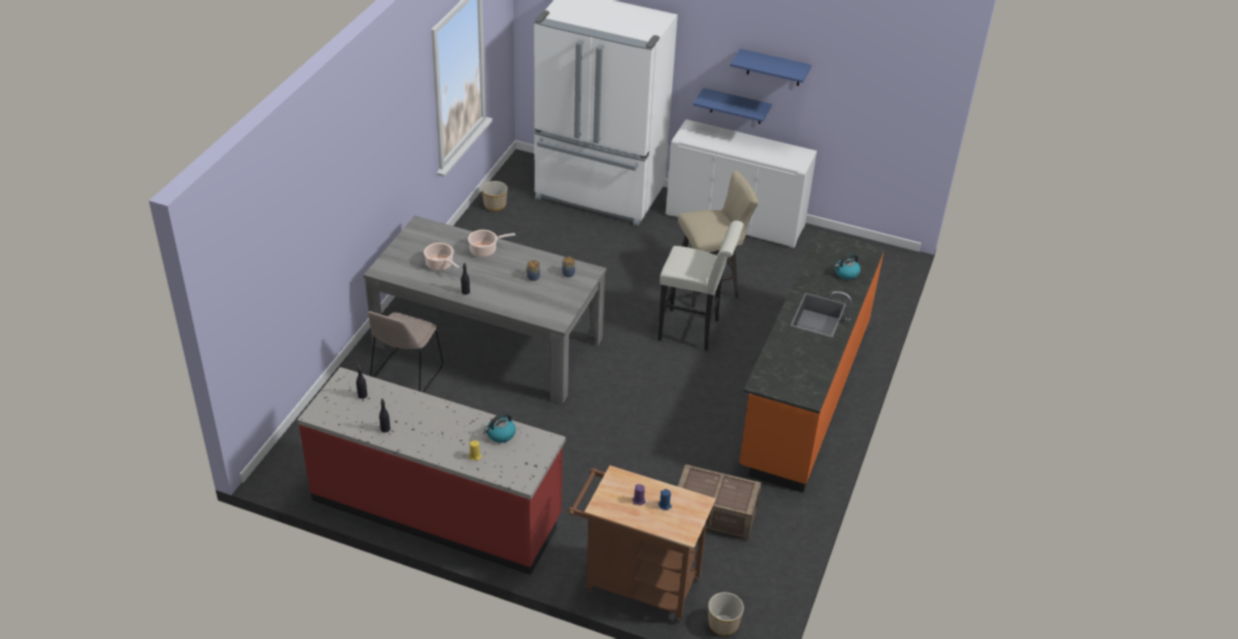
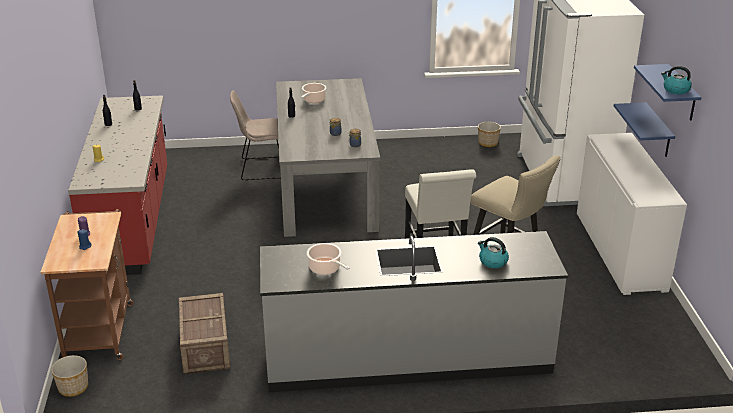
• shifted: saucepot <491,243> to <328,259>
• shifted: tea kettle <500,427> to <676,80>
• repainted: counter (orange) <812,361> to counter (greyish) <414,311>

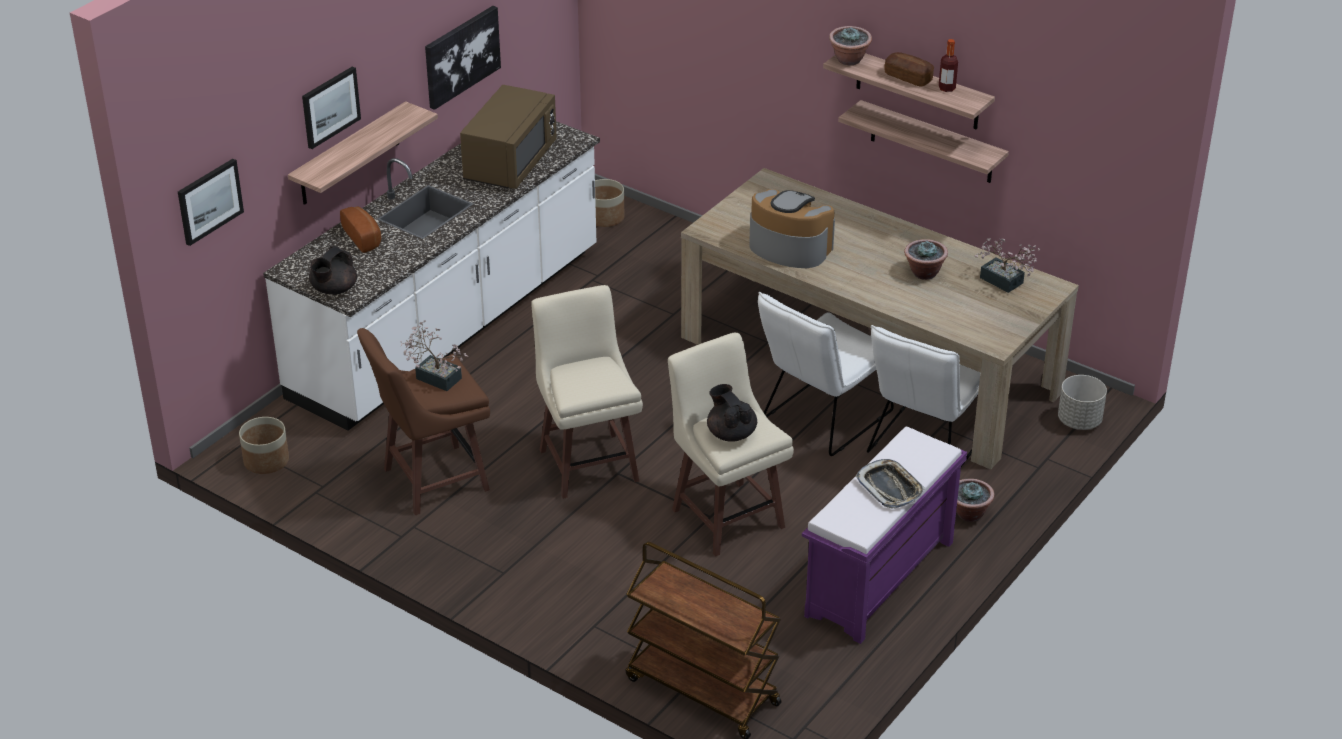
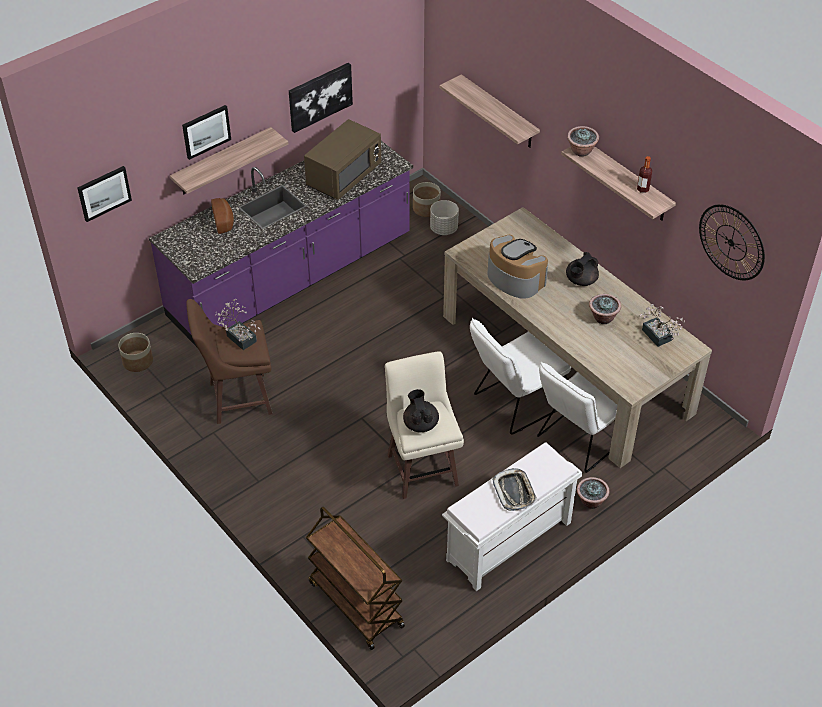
• gone: sitting stool (sand-coloured) <587,392>
• gone: baked bread <909,69>
• new: wall clock <732,242>
• shifted: teapot (black-coloured) <333,270> to <582,269>
• shifted: shelf <923,141> to <490,111>
• shifted: plant pot (greyish) <1082,402> to <444,217>
• repainted: counter (whitish) <431,276> to counter (purple-coloured) <281,244>
• repainted: indoor bench (purple-coloured) <884,535> to indoor bench (whitish) <512,516>

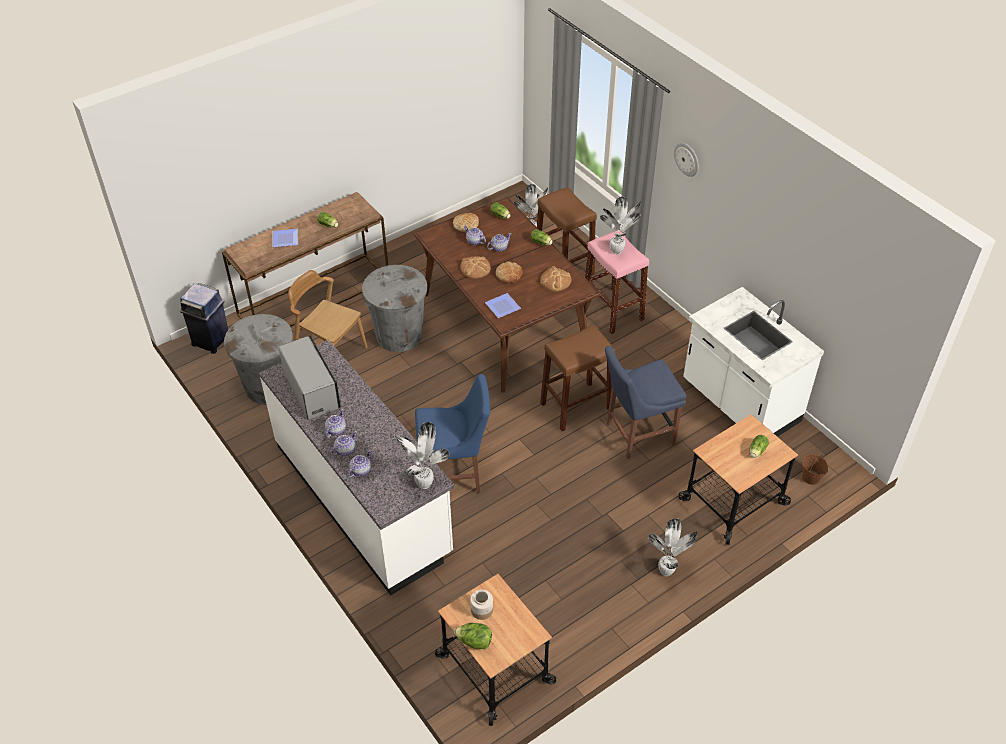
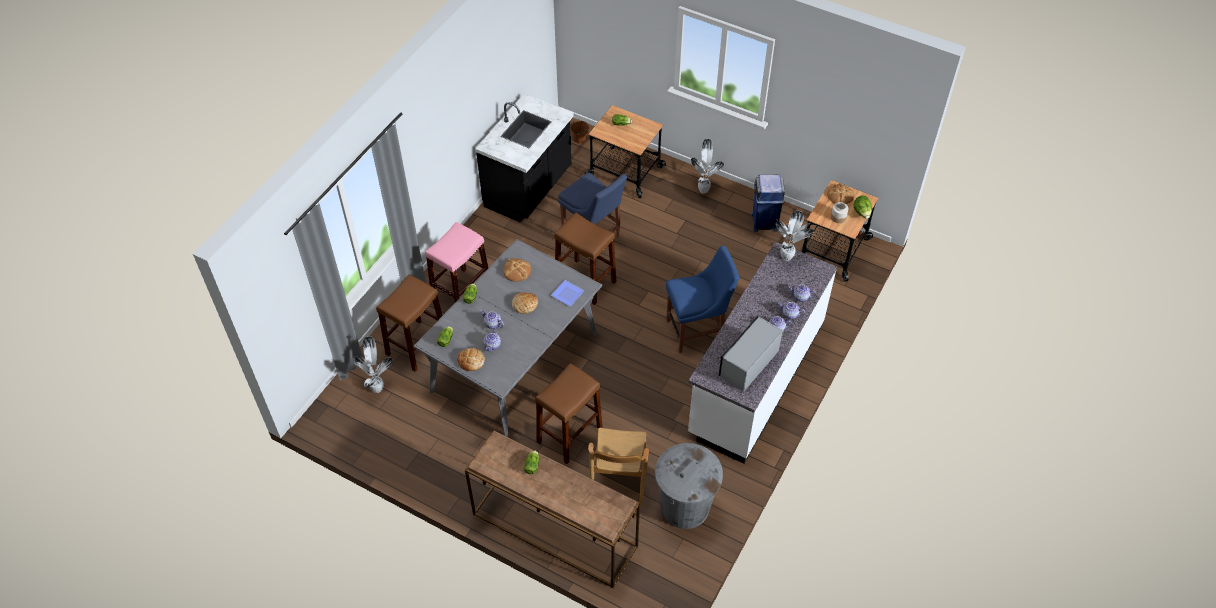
• gone: plate <285,238>
• gone: houseplant <620,225>
• gone: wall clock <686,160>
• shifted: trash can (blue-coloured) <204,318> to <768,203>
• shifted: baked bread <476,267> to <841,193>
• swapped: trash can (greyish) <394,308> to sitting stool (brownish) <568,413>
• repainted: dining table (brownish) <507,295> to dining table (greyish) <508,338>
• repainted: counter (whitish) <753,362> to counter (black-coloured) <524,158>
• rotated: chair (blue-coloured) <452,433> = <702,299> 105 degrees clockwise

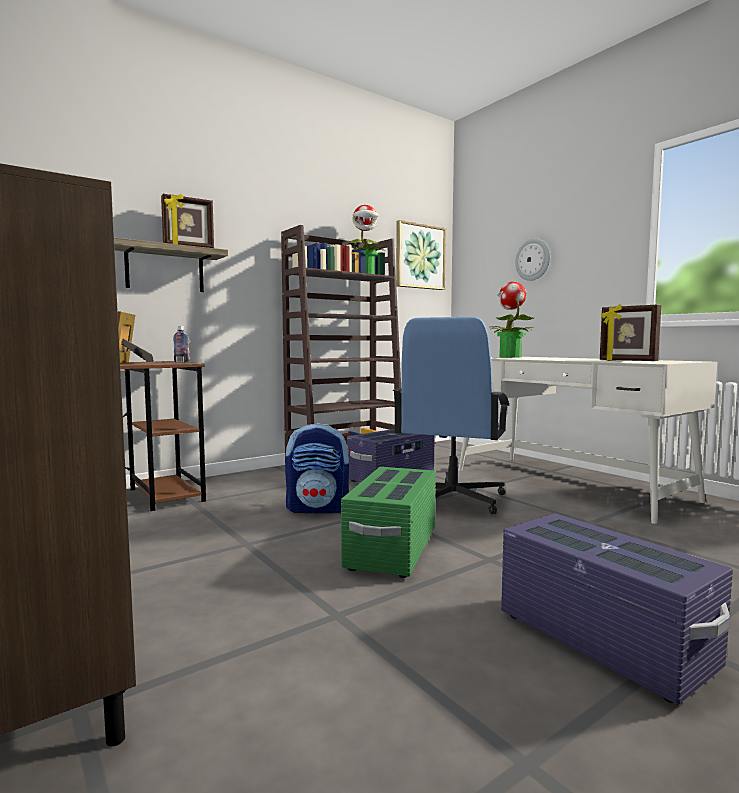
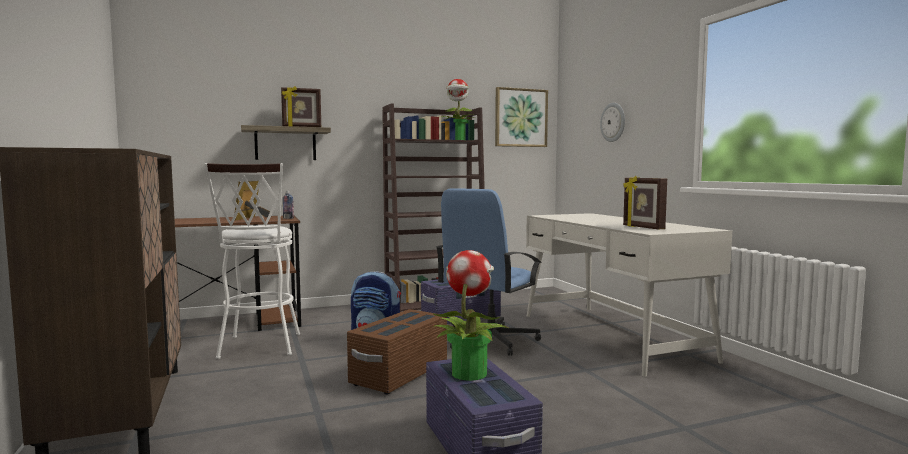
• new: sitting stool (whitish) <252,261>
• shifted: houseplant <512,319> to <470,315>
• repainted: storage box (green-coloured) <388,522> to storage box (brownish) <397,351>

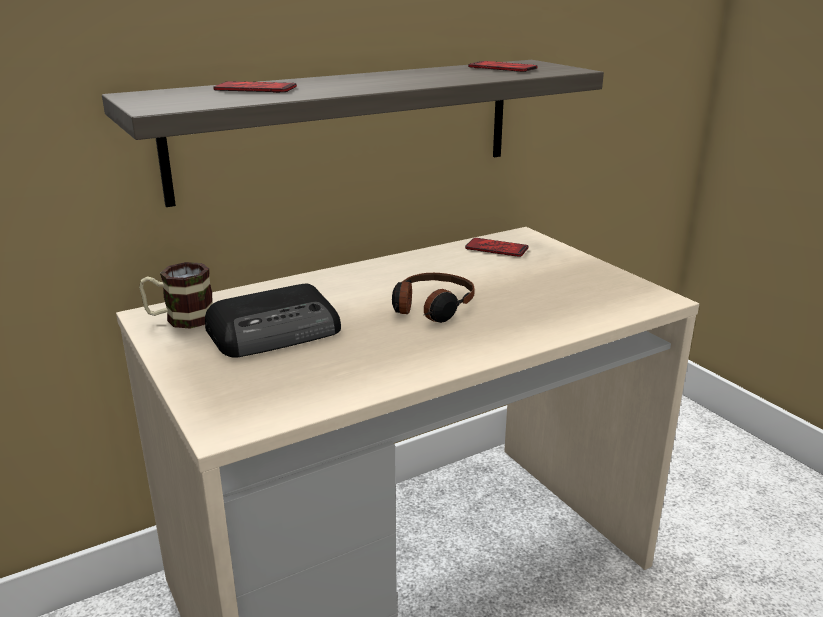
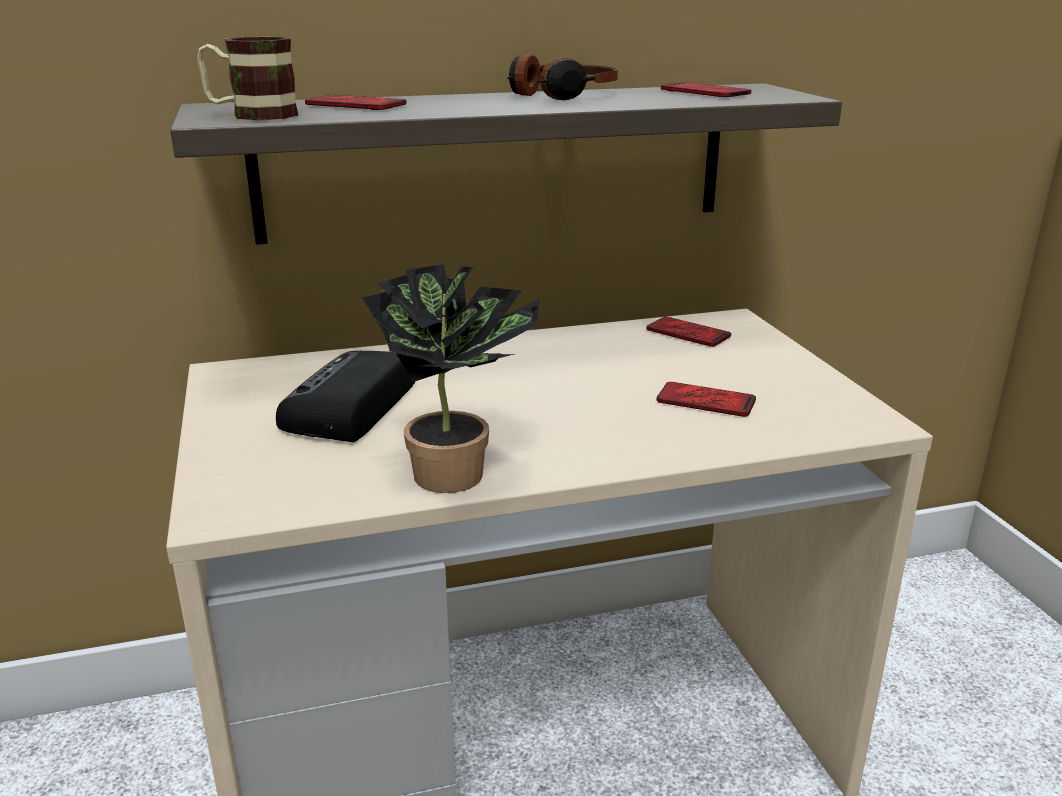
• new: houseplant <451,378>
• new: handset <706,399>
• shifted: tea mug <176,295> to <247,78>
• shifted: pair of headphones <433,298> to <562,77>
• rotated: radio <273,321> = <346,396> 120 degrees clockwise

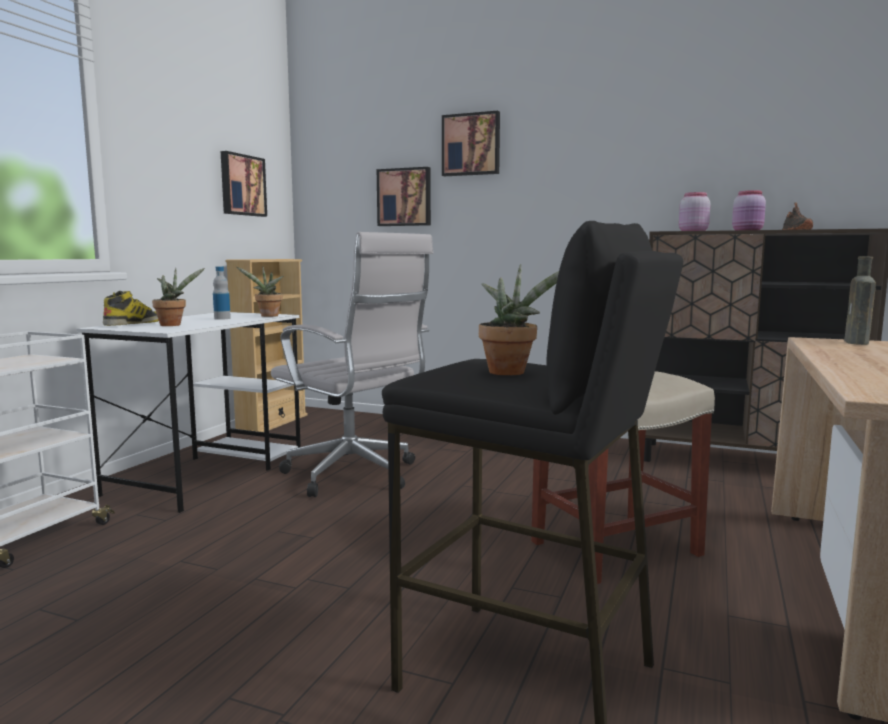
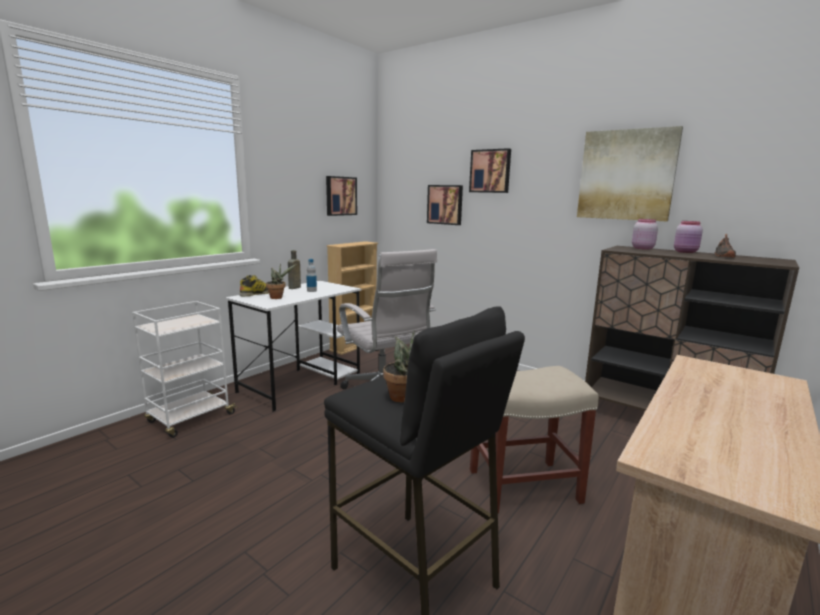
• gone: houseplant <260,292>
• new: picture <630,173>
• shifted: bottle (brownish) <860,300> to <294,269>

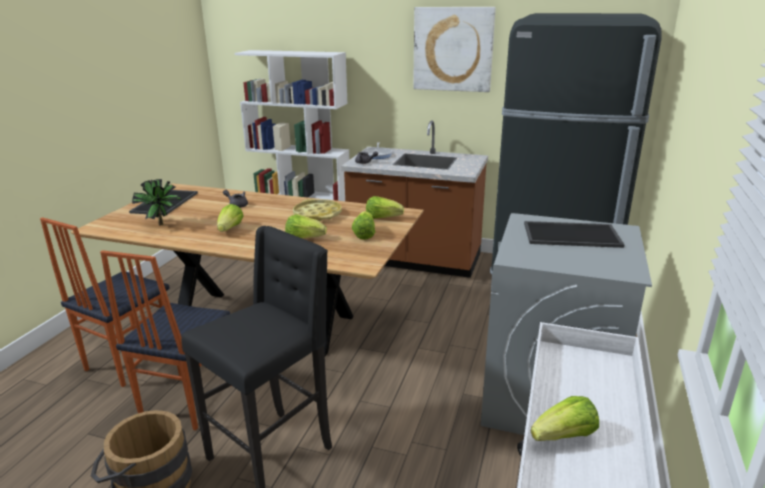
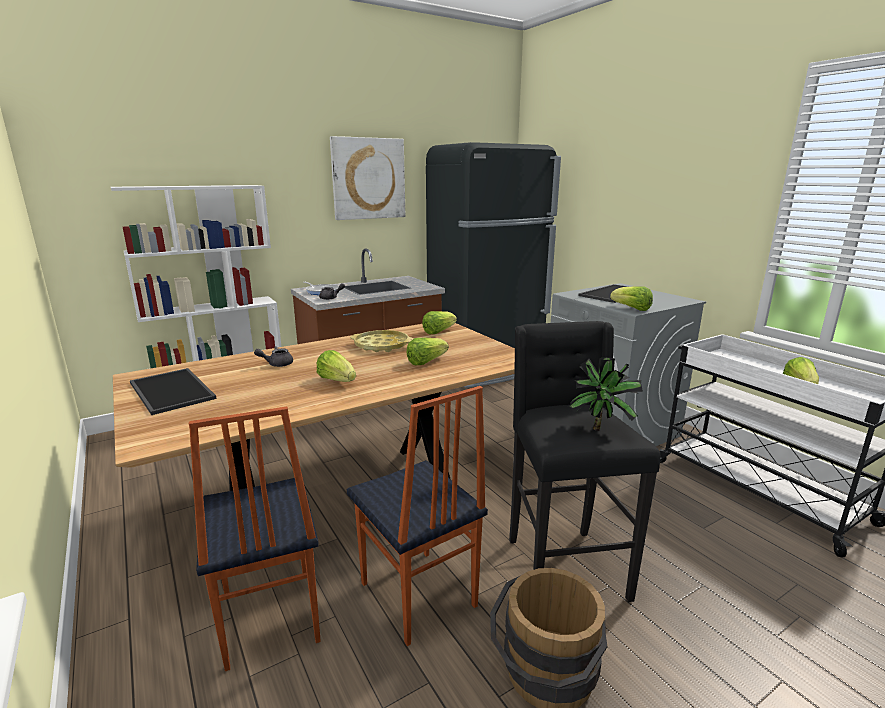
• shifted: houseplant <157,202> to <605,394>
• shifted: lettuce <363,225> to <631,298>

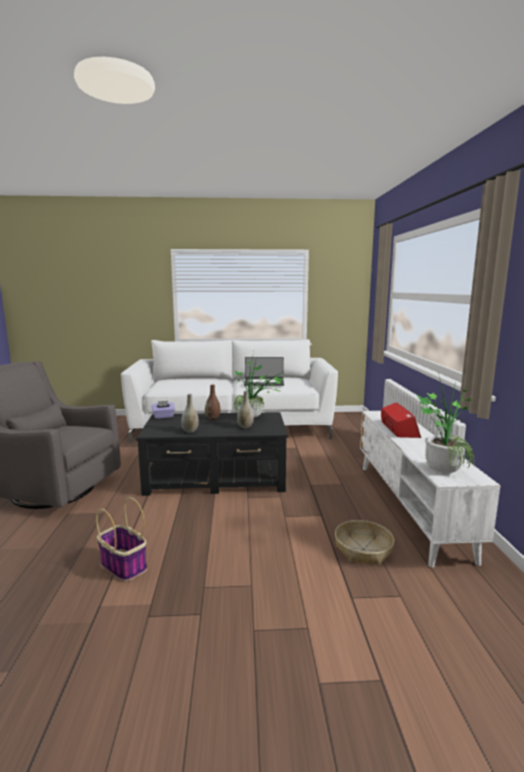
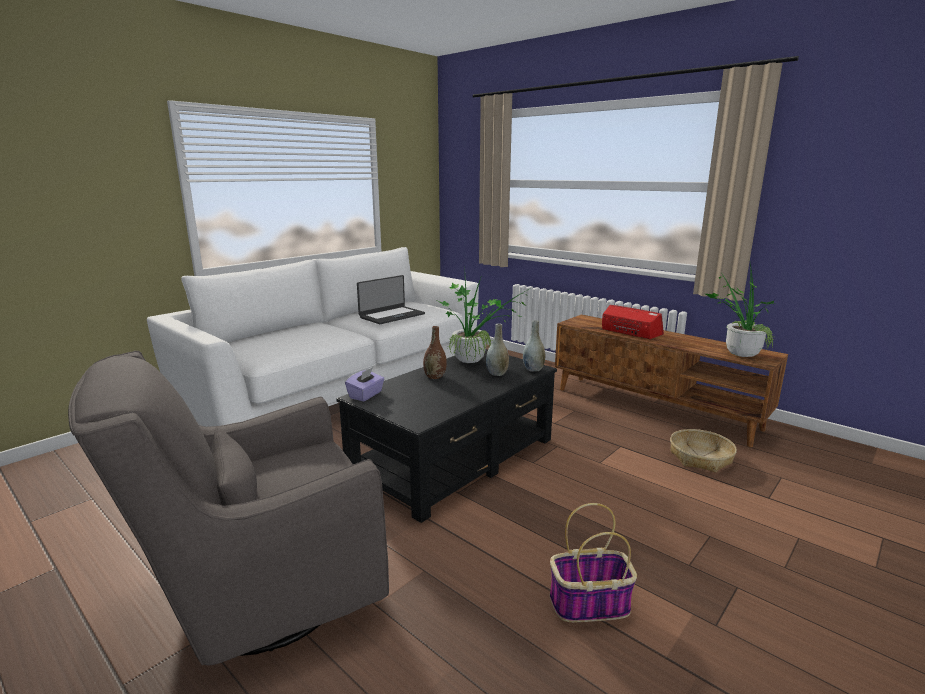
• shifted: vase (greyish) <190,413> to <534,346>
• repainted: tv unit (whitish) <430,489> to tv unit (brownish) <671,381>

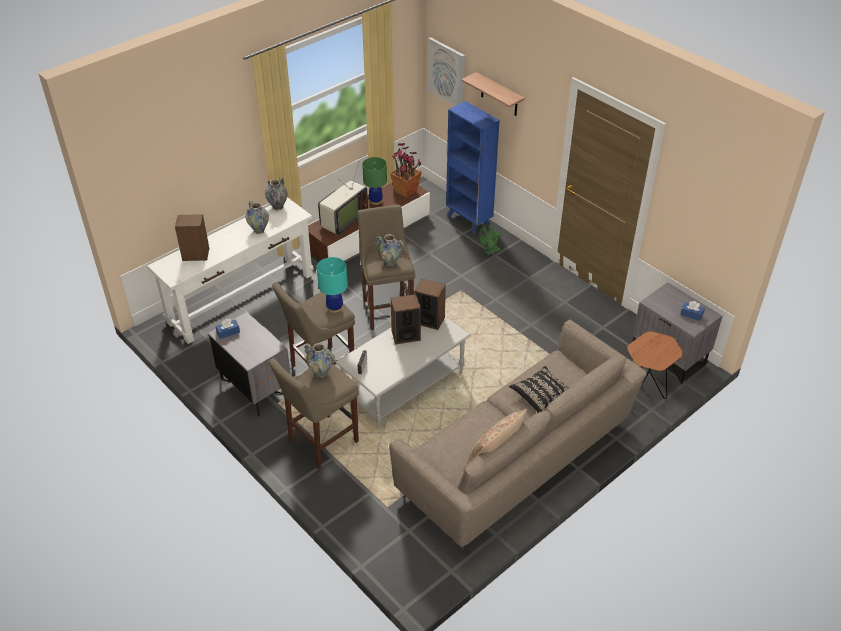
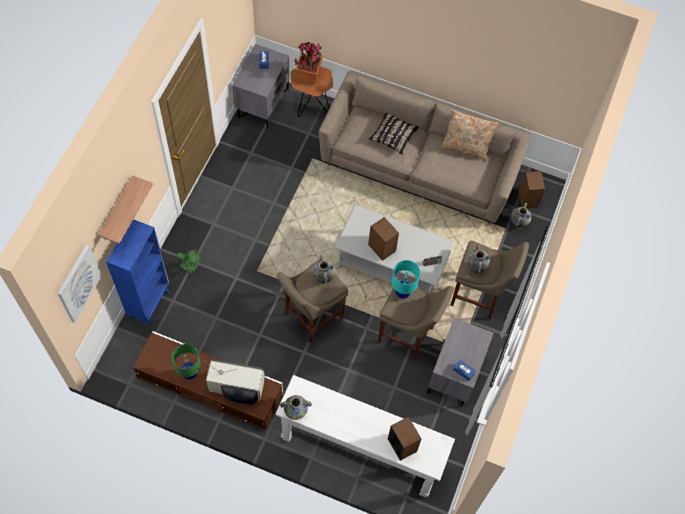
• shifted: vase <257,217> to <521,216>
• shifted: houseplant <406,170> to <309,63>
• shifted: loudspeaker <430,304> to <531,189>

